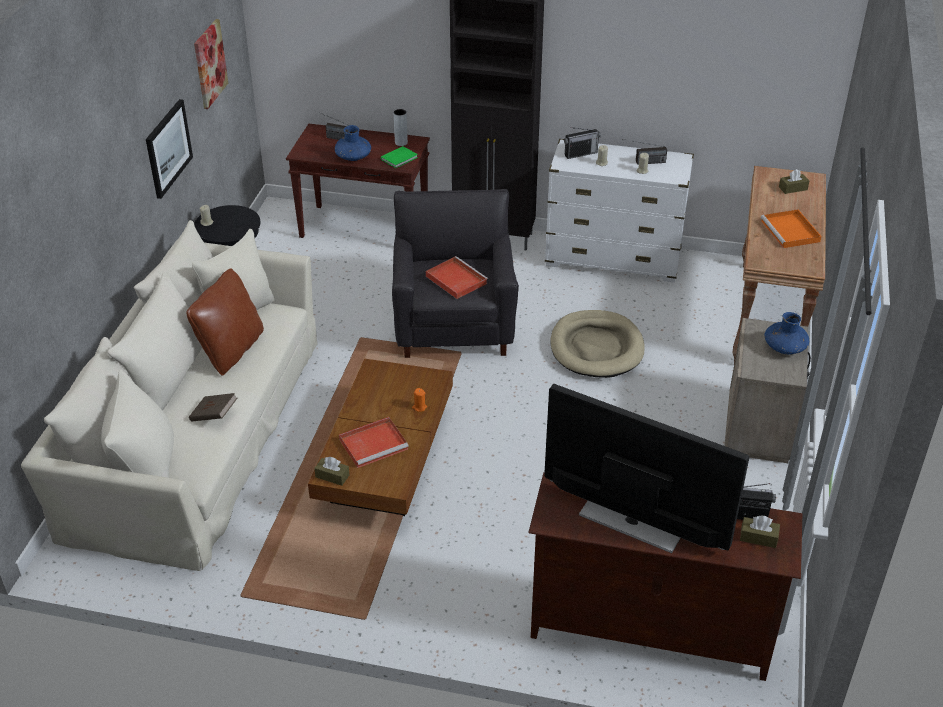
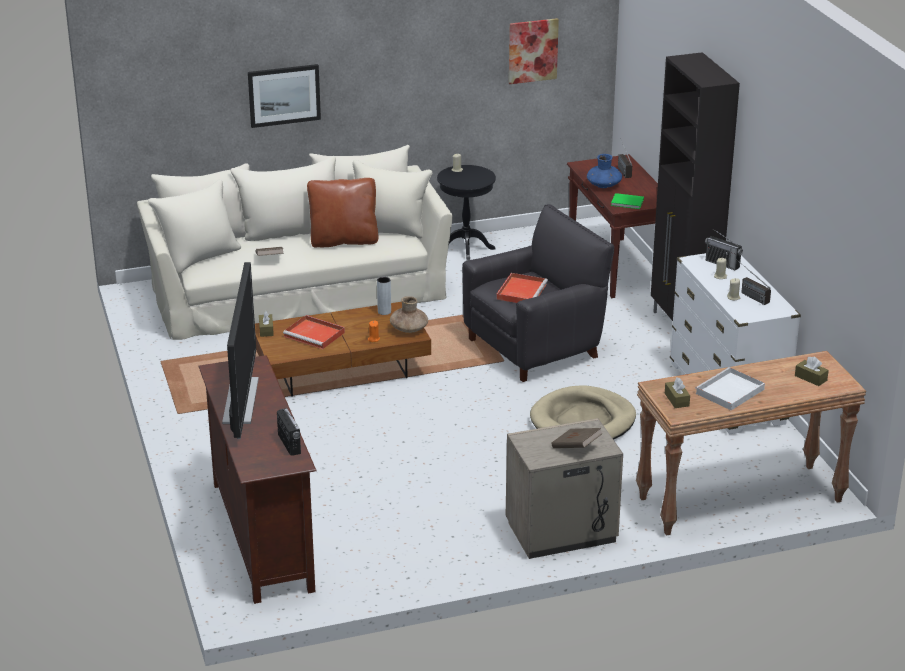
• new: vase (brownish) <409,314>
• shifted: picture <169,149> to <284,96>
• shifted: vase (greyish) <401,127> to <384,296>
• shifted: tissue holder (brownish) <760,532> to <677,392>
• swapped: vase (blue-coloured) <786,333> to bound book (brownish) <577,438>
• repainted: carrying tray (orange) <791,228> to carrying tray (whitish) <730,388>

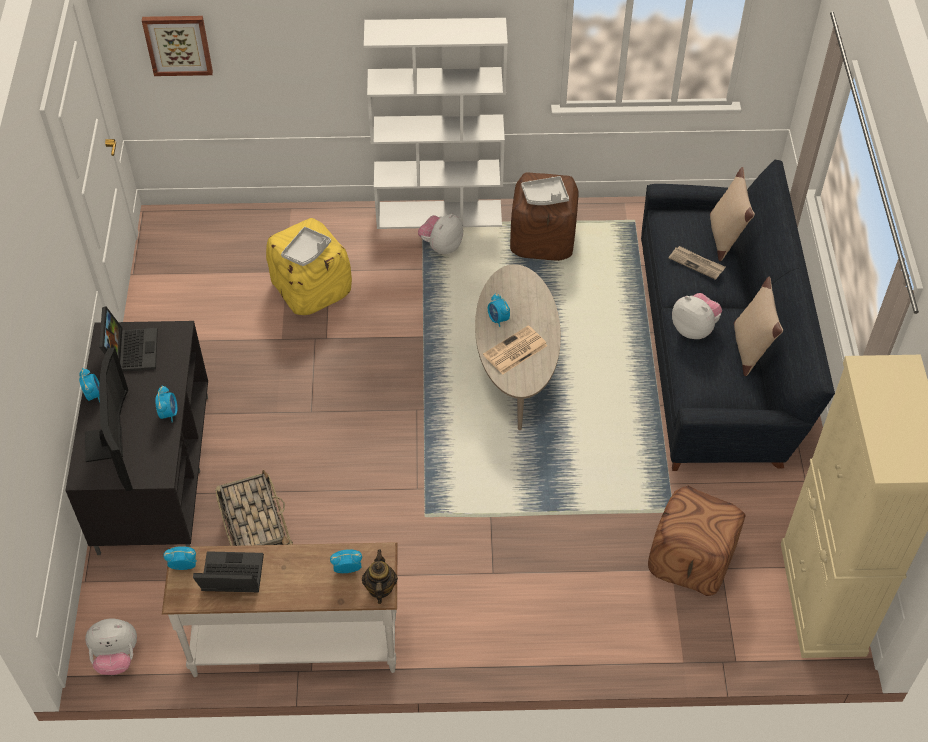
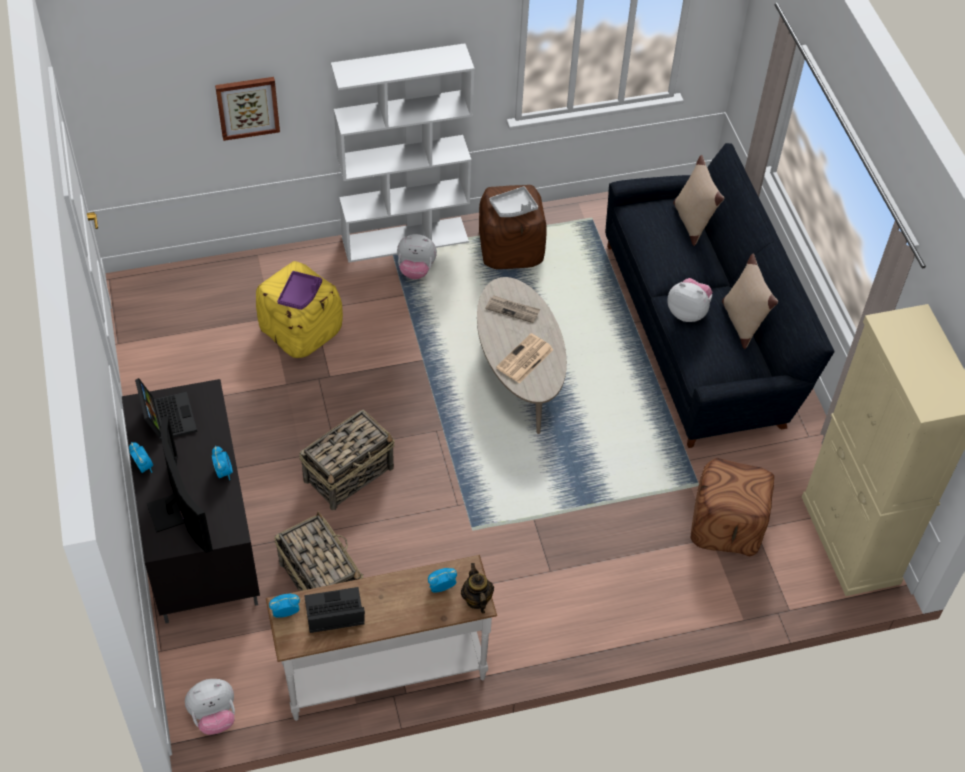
• gone: table clock <499,310>
• new: basket <347,460>
• shifted: picture <177,46> to <247,109>
• shifted: daily paper <696,263> to <512,309>
• repainted: carrying tray (greyish) <306,246> to carrying tray (purple-coloured) <299,290>
• rotated: plush toy <440,234> = <417,257> 105 degrees counterclockwise

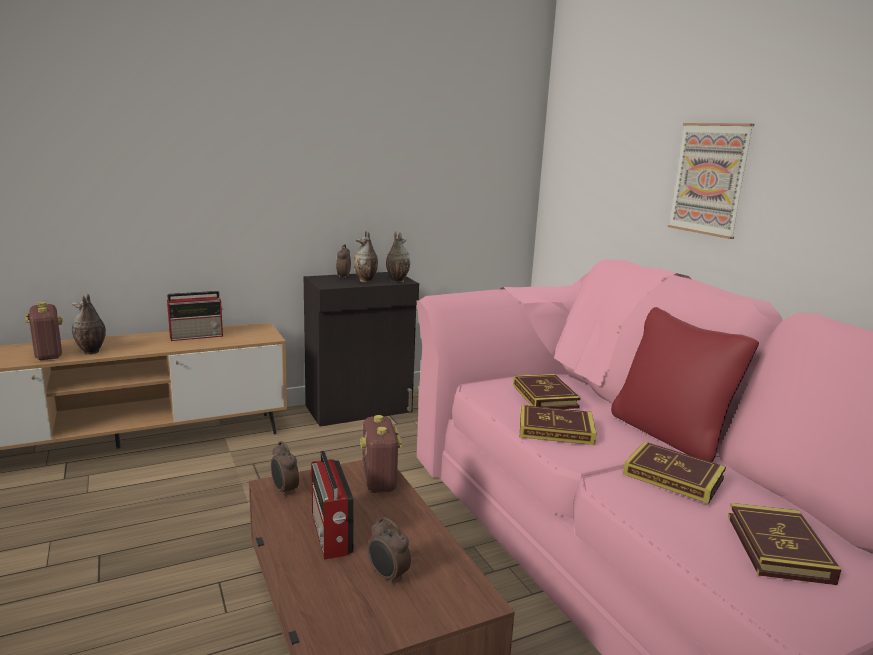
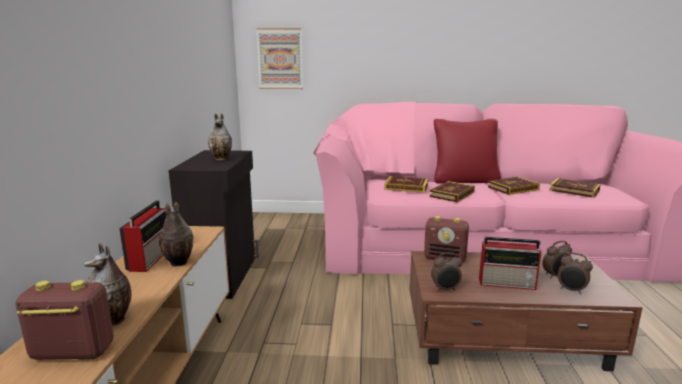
• shifted: table clock <343,261> to <575,273>
• shifted: vase <398,256> to <176,234>
• shifted: picture <711,181> to <279,58>

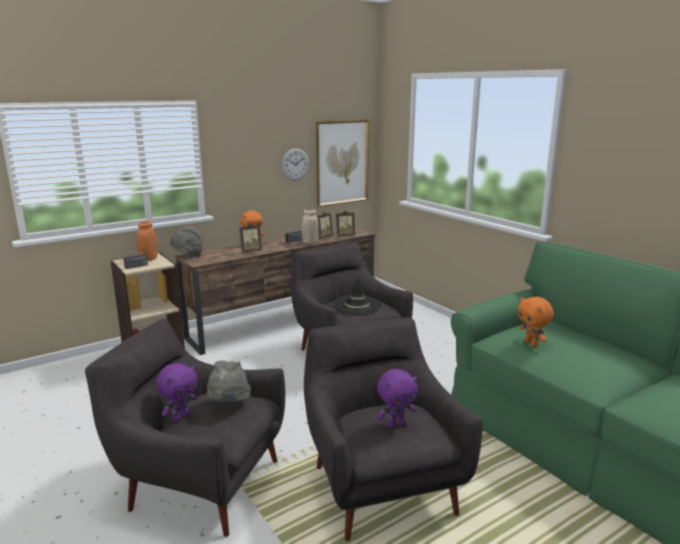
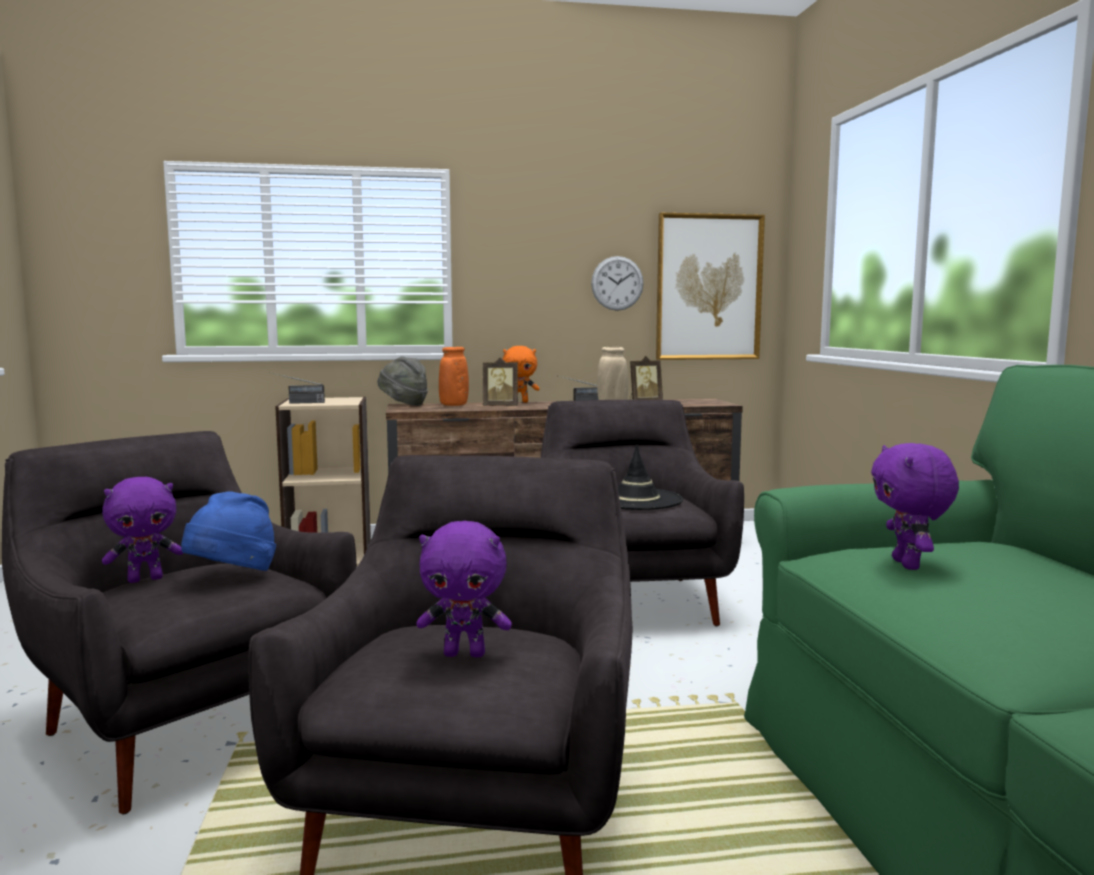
• gone: photo frame <345,223>
• shifted: vase (orange) <147,241> to <454,376>
• repainted: hat (greyish) <229,381> to hat (blue-coloured) <228,531>
• repainted: plush toy (orange) <535,322> to plush toy (purple-coloured) <915,506>

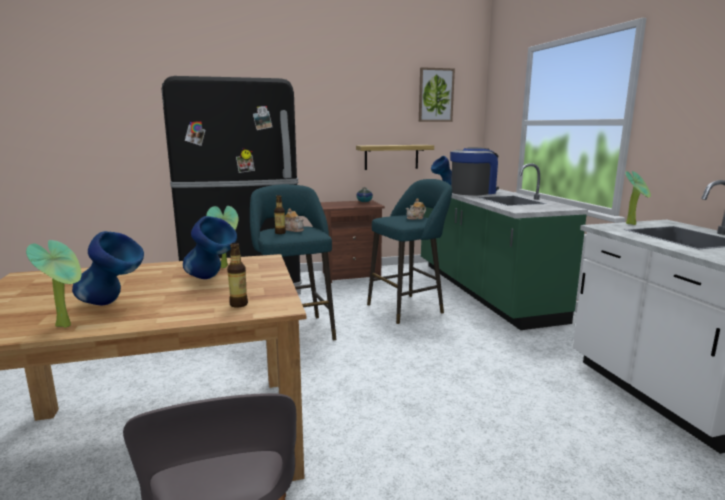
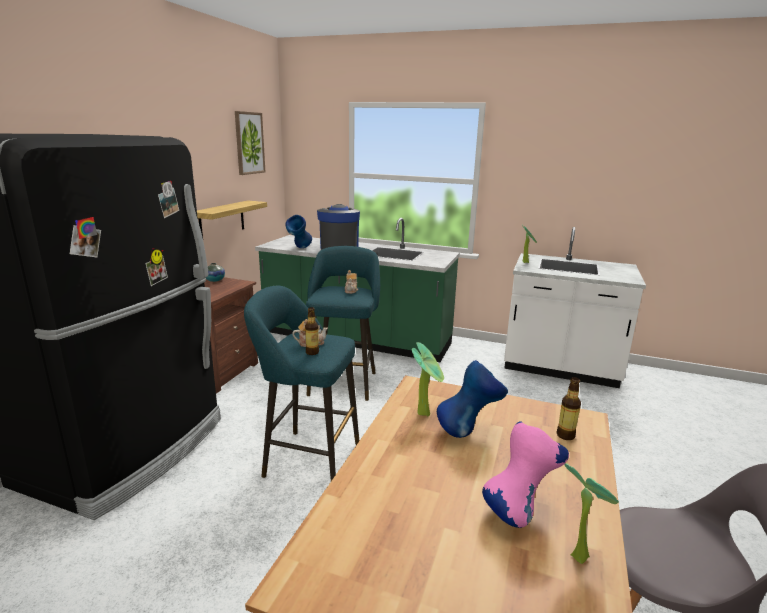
• repainted: vase (blue-coloured) <108,268> to vase (pink) <525,474>

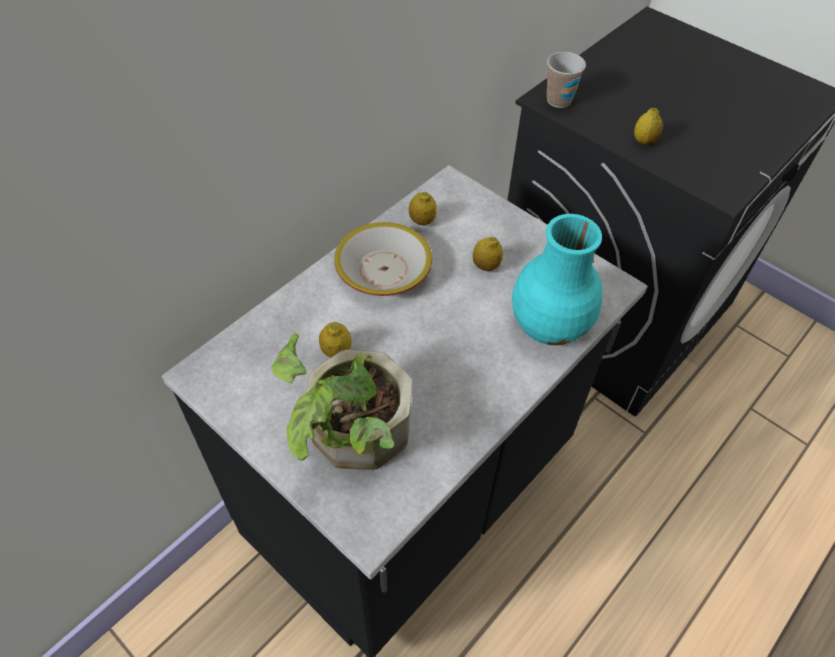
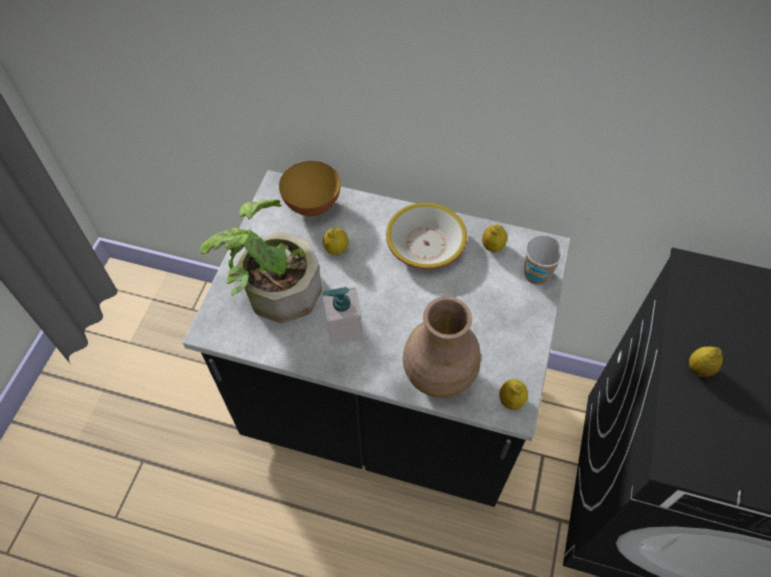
• new: deep dish <310,188>
• new: liquid soap bottle <342,315>
• shifted: citrus fruit <488,254> to <513,394>
• shifted: drinking cup <566,80> to <544,260>
• repainted: vase (blue-green) <557,279> to vase (brownish) <442,347>

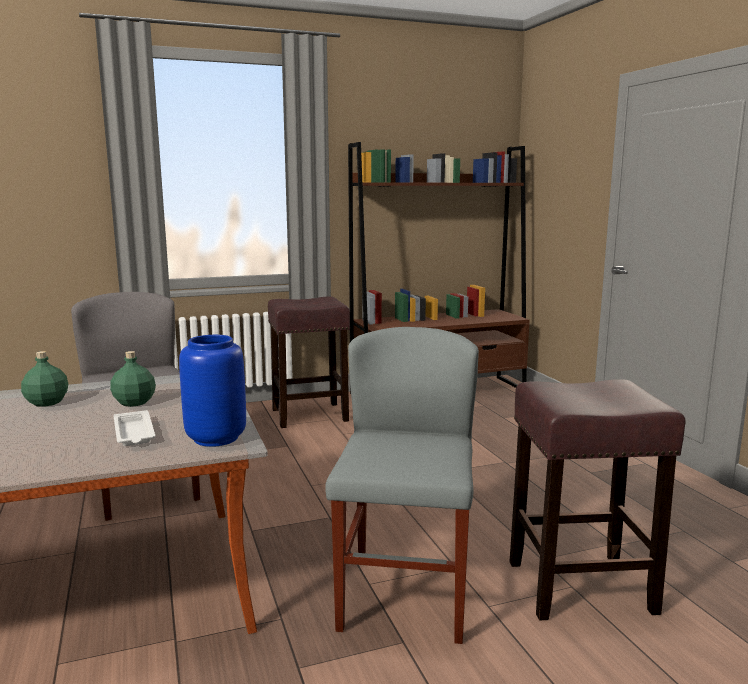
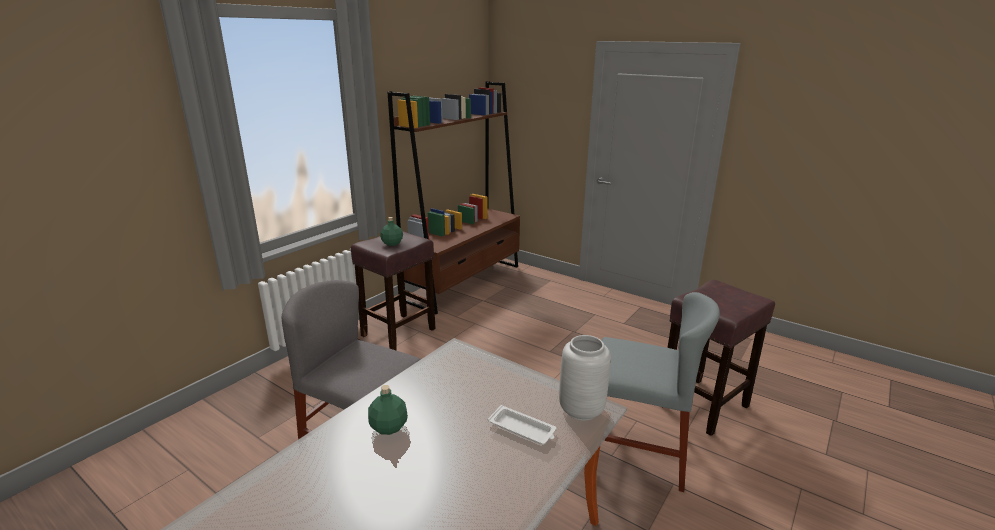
• shifted: bottle (green-coloured) <133,379> to <391,231>
• repainted: vase (blue-coloured) <212,391> to vase (greyish) <585,378>
• rotated: chair (greyish) <402,485> = <661,392> 135 degrees clockwise

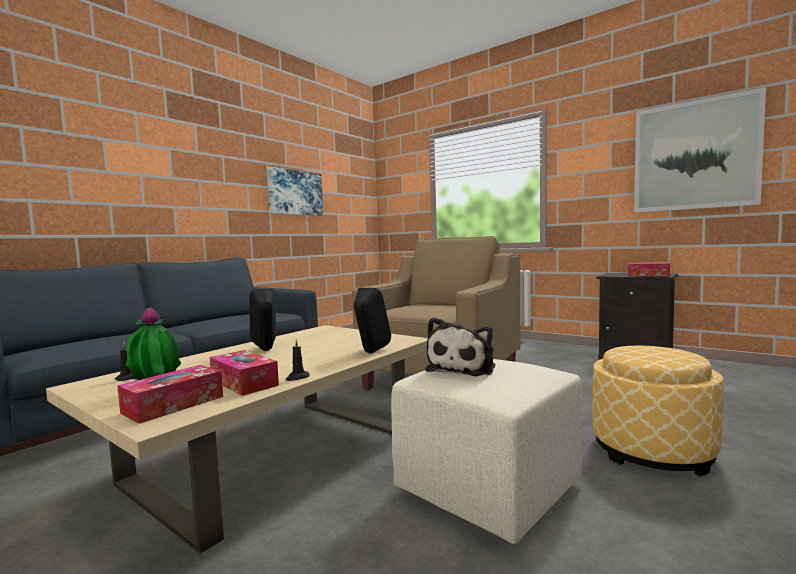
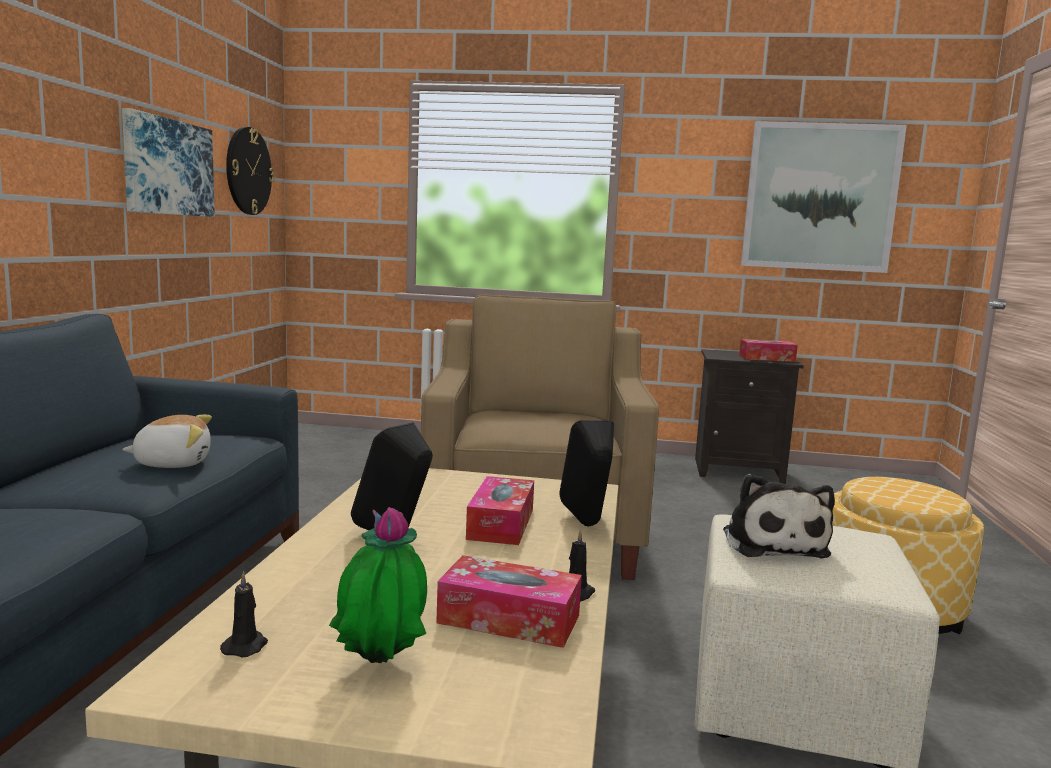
• new: plush toy <167,441>
• new: wall clock <250,171>
• shifted: tissue holder <170,394> to <500,510>

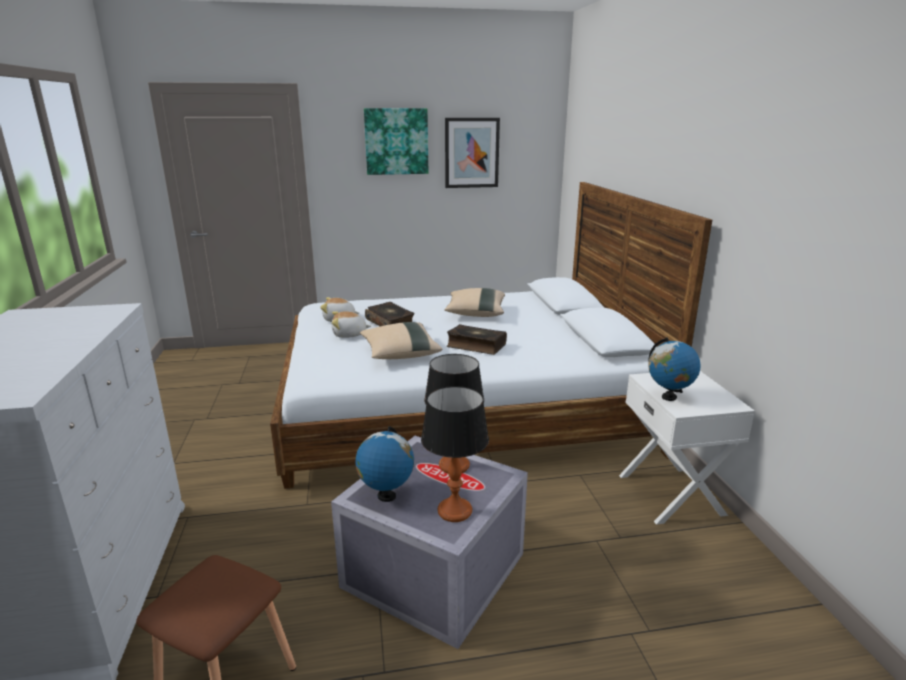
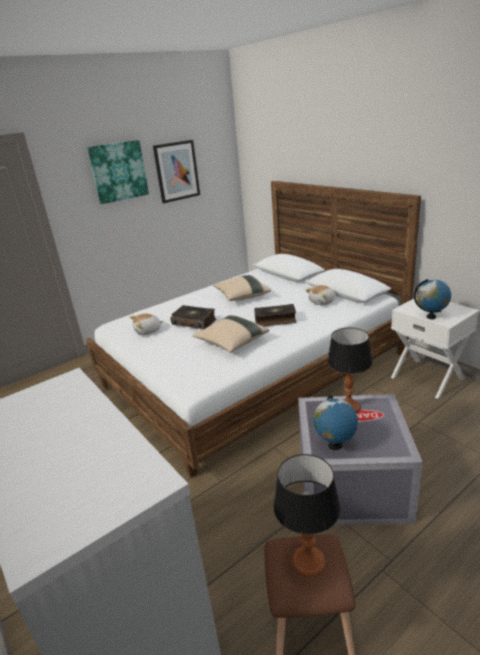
• shifted: plush toy <351,324> to <320,295>
• shifted: table lamp <455,454> to <307,515>

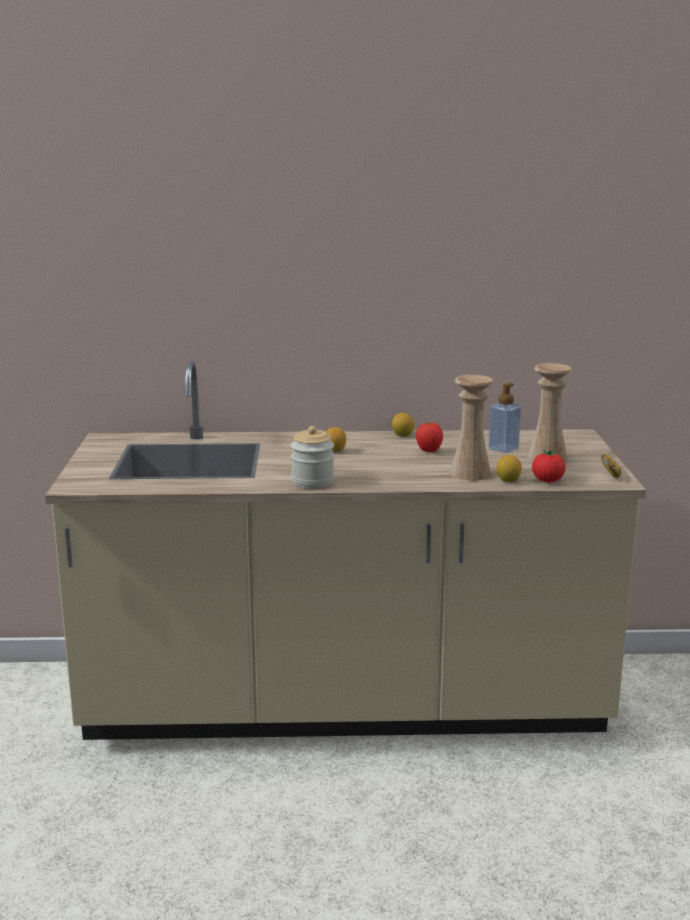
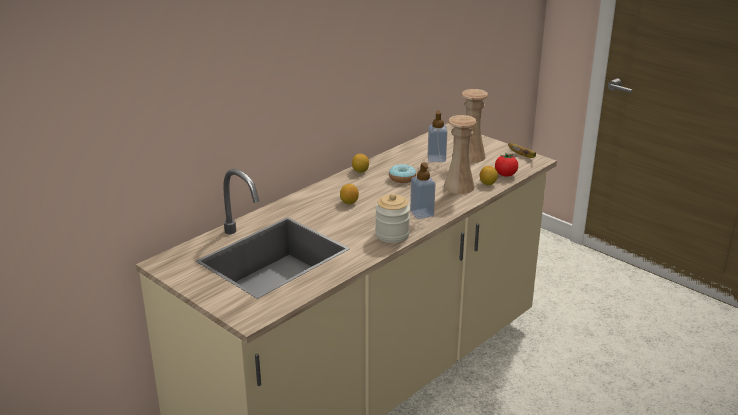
• new: liquid soap bottle <422,190>
• swapped: whole tomato <429,437> to donut <402,173>

